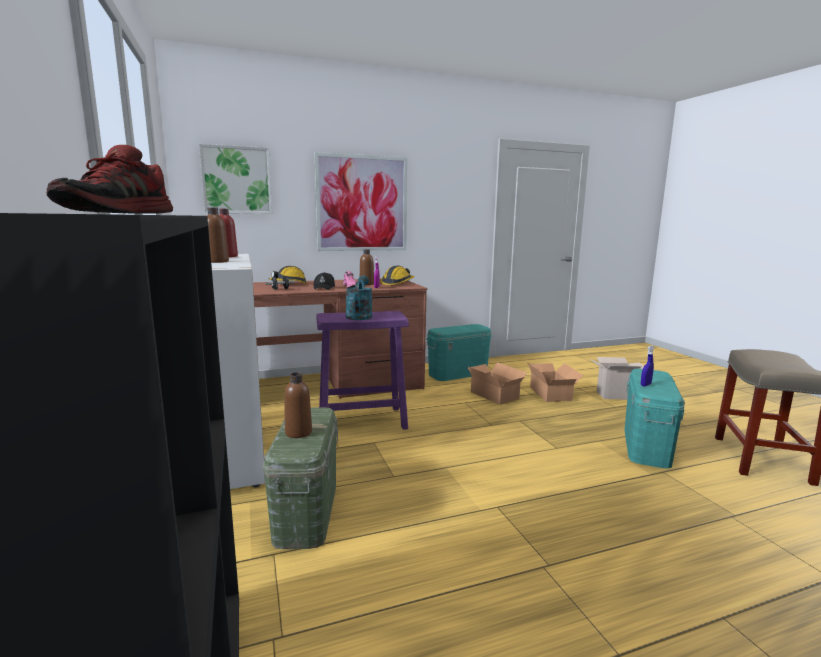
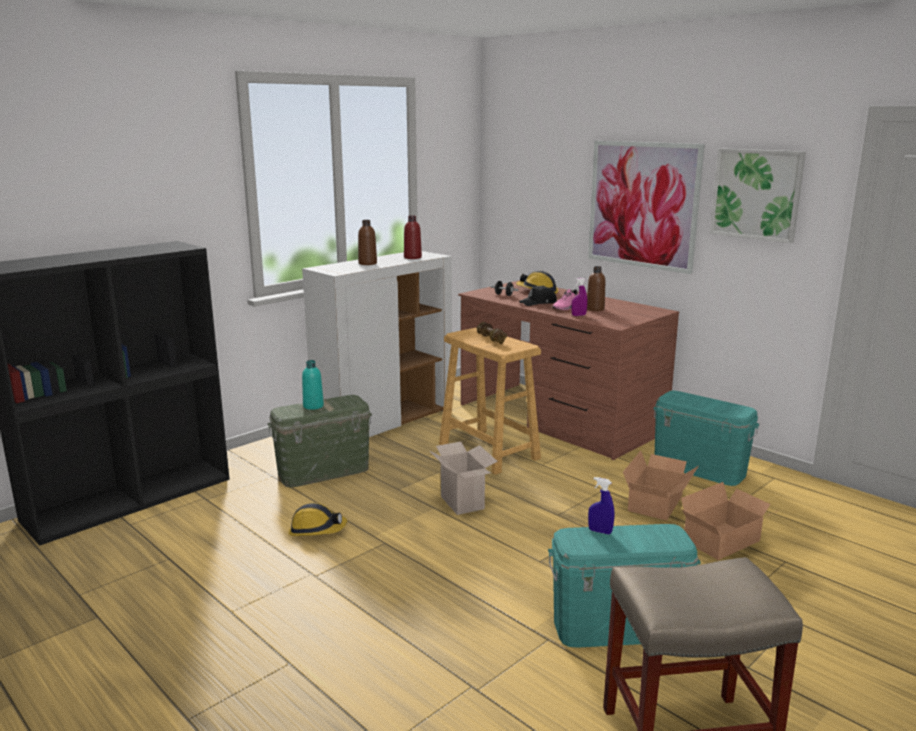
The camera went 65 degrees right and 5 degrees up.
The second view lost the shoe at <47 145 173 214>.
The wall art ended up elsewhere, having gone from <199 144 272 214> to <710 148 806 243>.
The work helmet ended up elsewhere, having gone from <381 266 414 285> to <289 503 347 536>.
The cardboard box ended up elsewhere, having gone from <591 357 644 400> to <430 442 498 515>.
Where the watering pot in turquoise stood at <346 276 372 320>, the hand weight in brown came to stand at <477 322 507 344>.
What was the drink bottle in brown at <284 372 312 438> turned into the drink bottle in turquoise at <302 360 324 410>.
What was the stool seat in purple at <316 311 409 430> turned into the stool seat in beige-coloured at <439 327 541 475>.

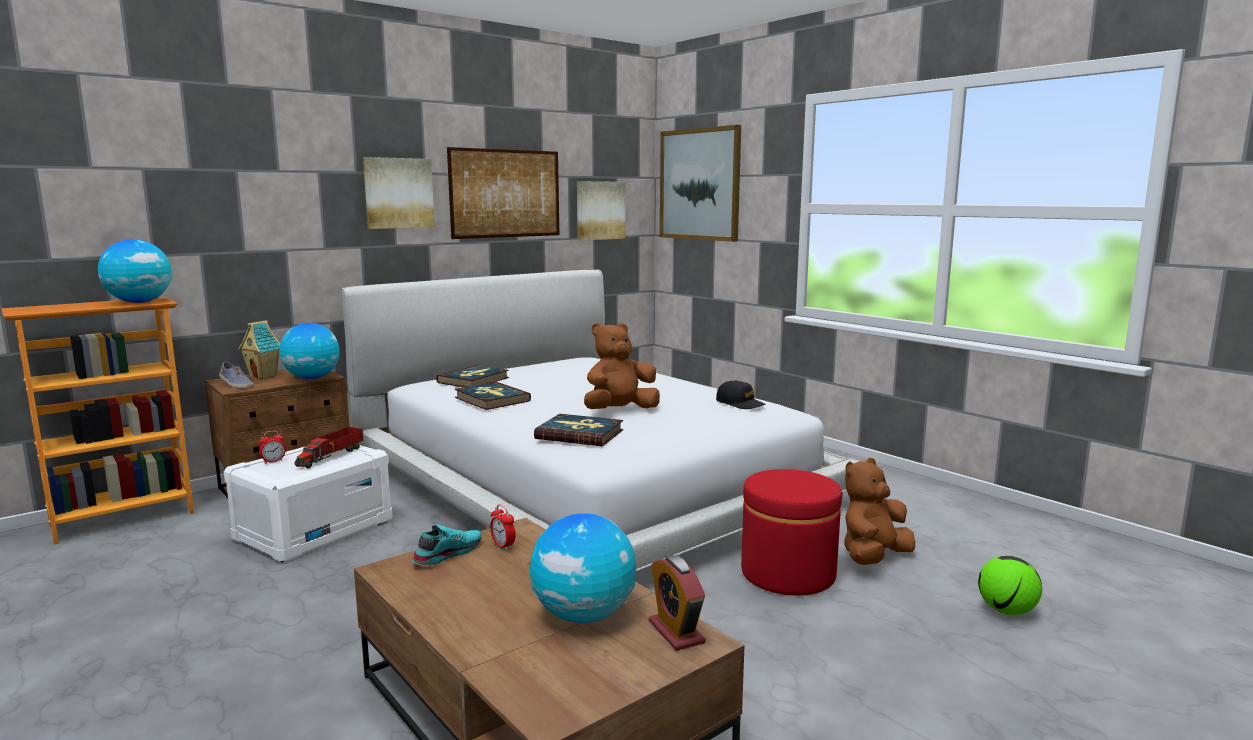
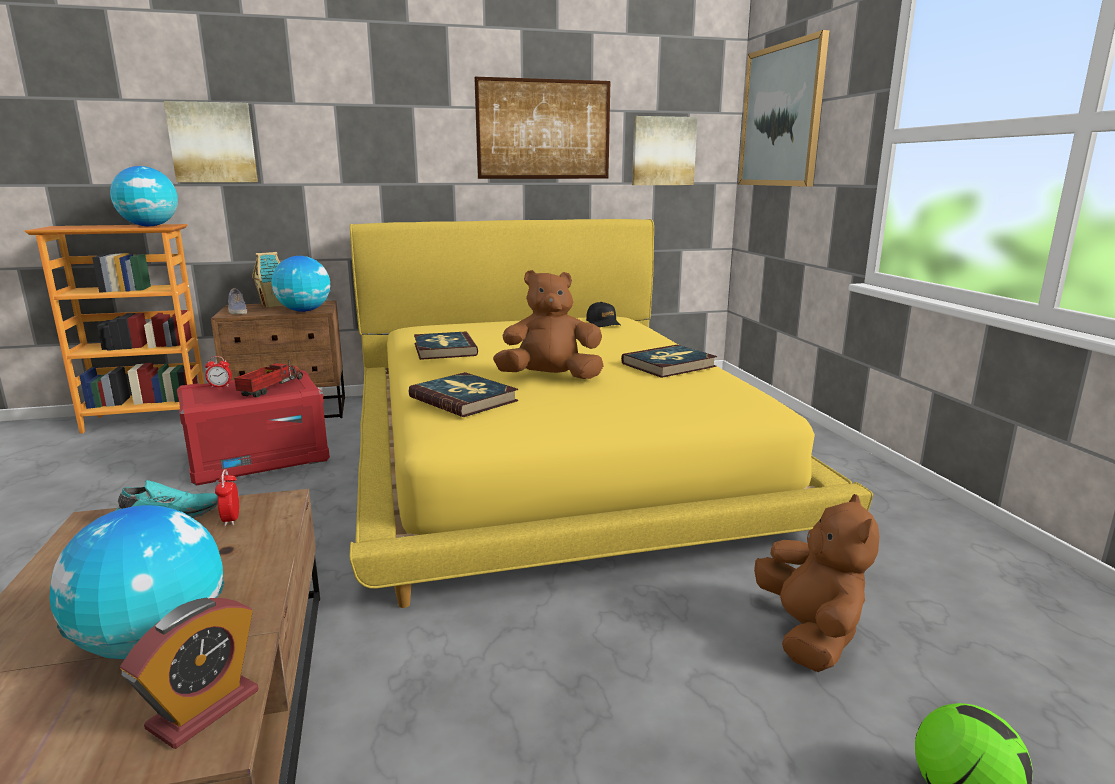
The camera went 25 degrees right and 5 degrees up.
The second view lost the ottoman in red at <741 469 842 595>.
The wall art ended up elsewhere, having gone from <363 157 435 229> to <164 101 258 182>.
The book ended up elsewhere, having gone from <436 365 509 388> to <621 345 717 378>.
The peaked cap in blackish ended up elsewhere, having gone from <716 380 766 409> to <586 302 621 327>.
What was the storage container in white at <224 445 392 563> turned into the storage container in red at <177 370 330 486>.
What was the bed in white at <342 269 859 572> turned into the bed in yellow at <349 219 873 608>.
The model truck at <295 427 363 469> ended up facing another way, 150 degrees clockwise from before.
The alarm clock at <649 555 706 651> ended up facing another way, 150 degrees counterclockwise from before.
The plush toy in brown at <844 458 915 565> ended up facing another way, 105 degrees clockwise from before.

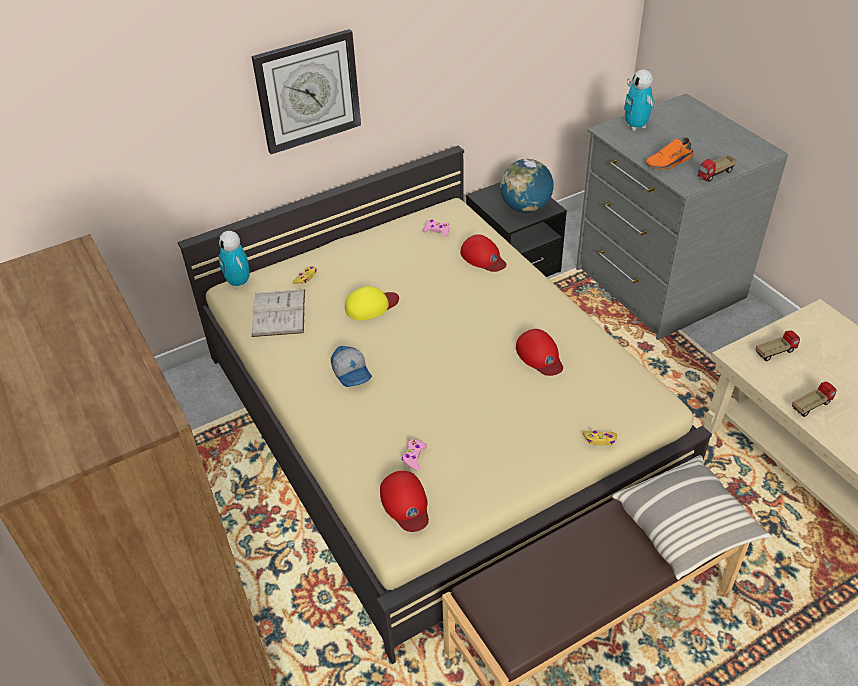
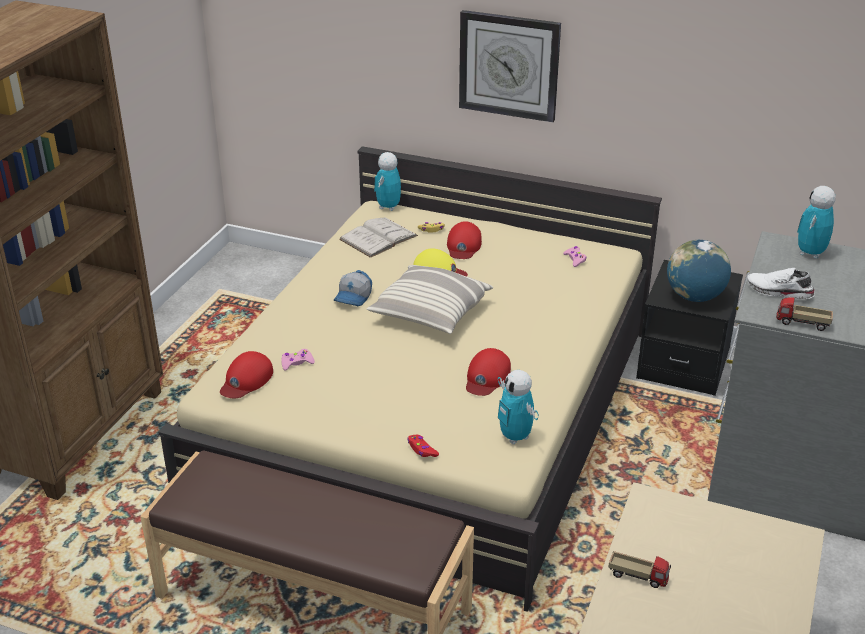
The camera went 50 degrees right and 10 degrees down.
The second view lost the model truck at <755 331 800 361>.
The second view gained the robot figure at <498 370 539 444>.
The peaked cap in red ended up elsewhere, having gone from <461 234 507 272> to <447 221 482 259>.
The throw pillow ended up elsewhere, having gone from <612 455 771 580> to <367 265 493 334>.
What was the joypad in yellow at <583 431 617 446> turned into the joypad in red at <407 435 439 457>.
What was the shoe in orange-coloured at <646 137 694 170> turned into the shoe in white at <747 268 815 300>.

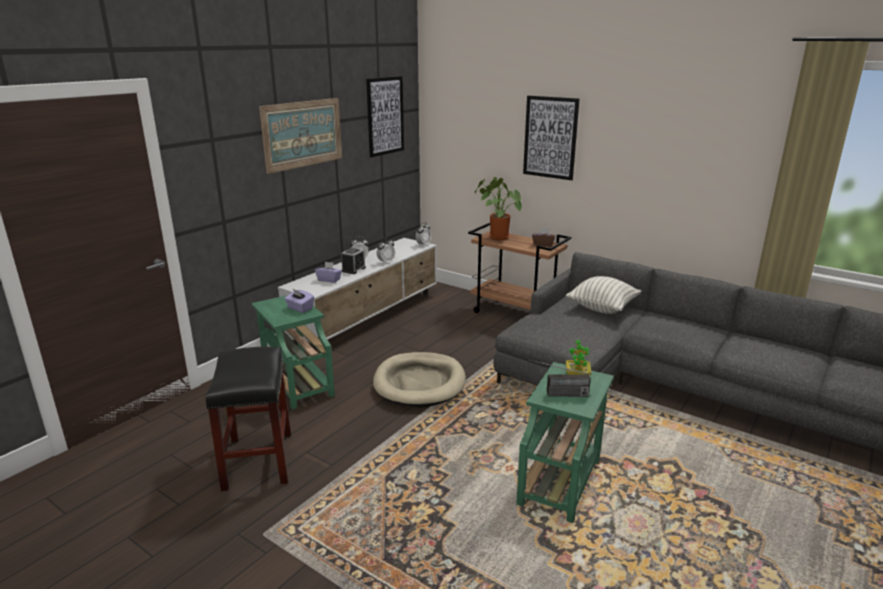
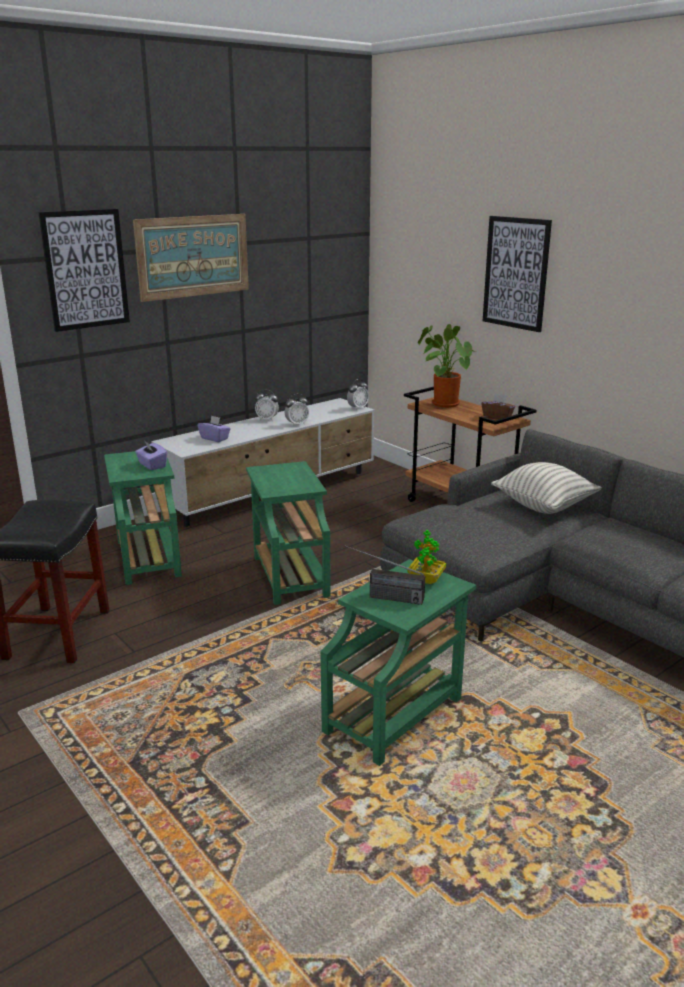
The camera went 15 degrees right and 0 degrees up.
The second view lost the alarm clock at <341 248 366 274>.
The wall art ended up elsewhere, having gone from <366 76 404 157> to <38 209 130 332>.
Where the pet bed in beige-coloured stood at <373 352 466 407>, the side table in green-coloured came to stand at <246 461 331 605>.

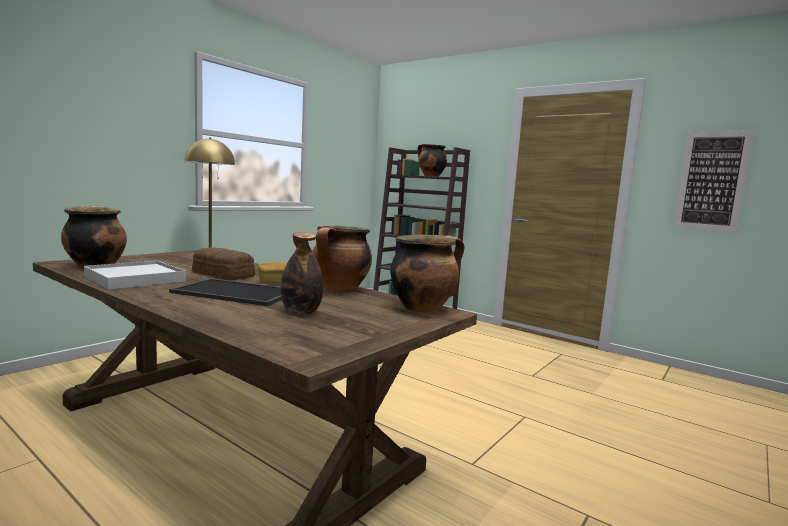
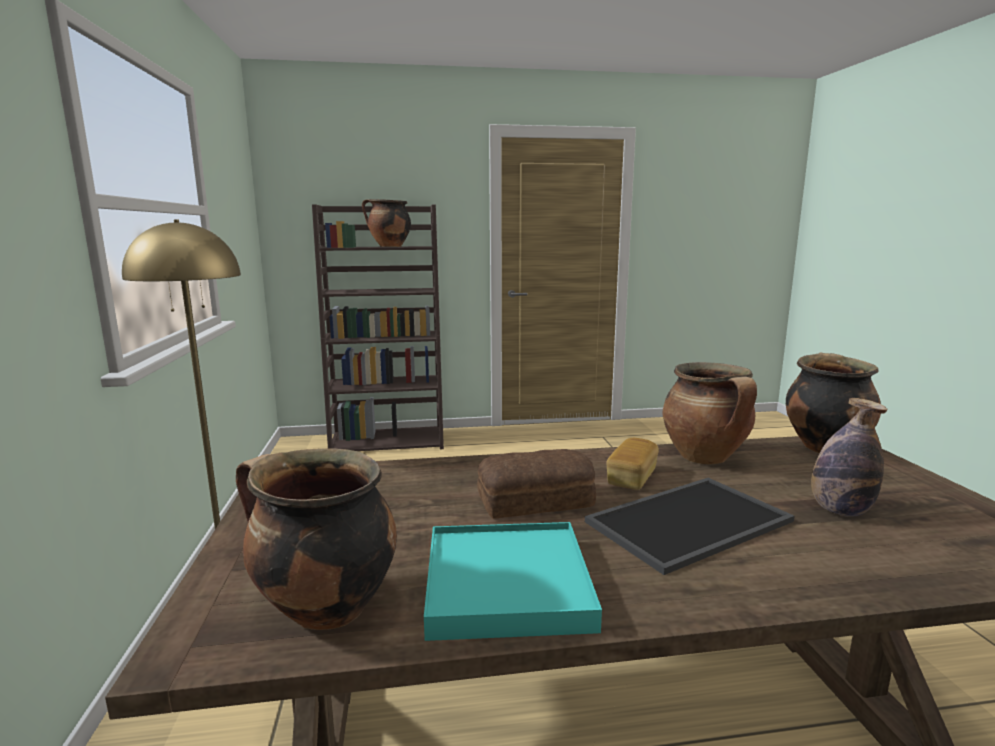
The camera went 45 degrees left and 5 degrees up.
The second view lost the wall art at <673 130 754 232>.
What was the carrying tray in white at <84 261 186 290> turned into the carrying tray in turquoise at <424 522 602 641>.

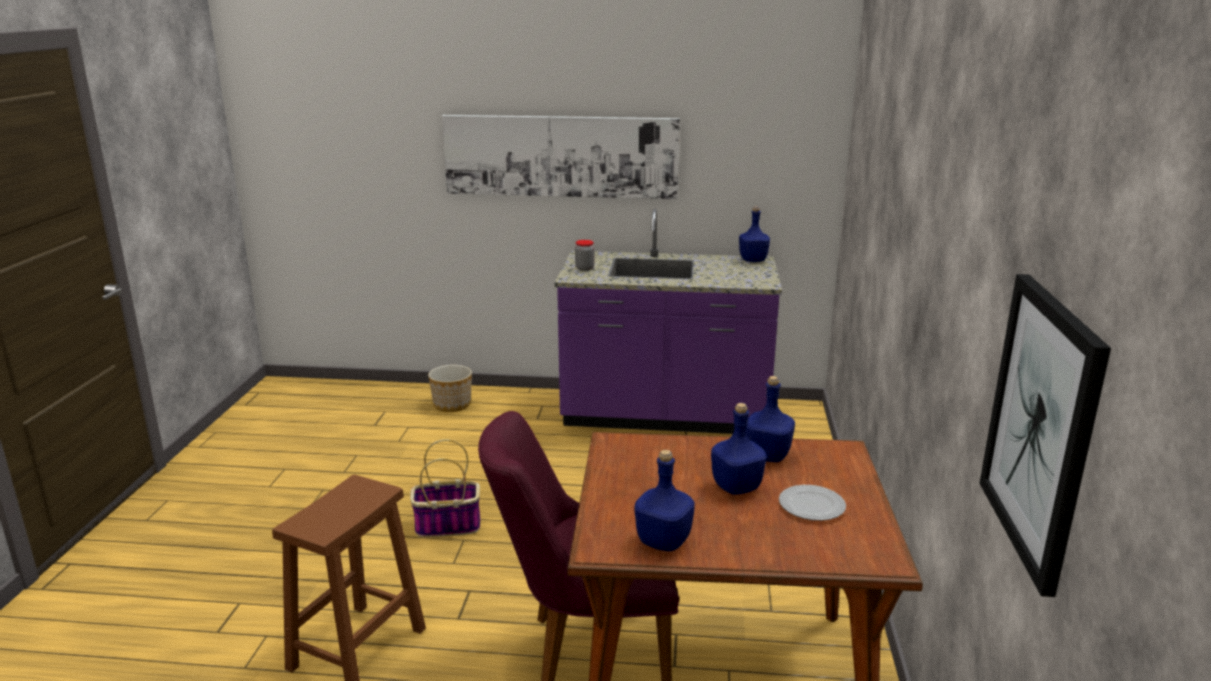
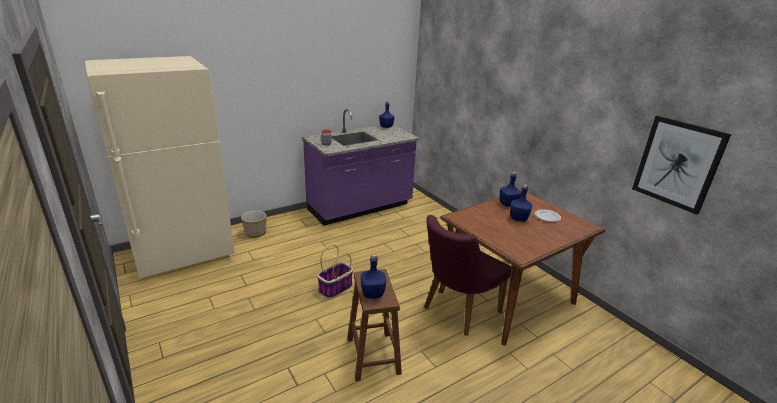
The camera went 40 degrees left and 5 degrees up.
The second view lost the wall art at <442 115 680 199>.
The second view gained the fridge in beige-coloured at <85 56 235 278>.
The drink bottle in blue-coloured ended up elsewhere, having gone from <635 450 695 551> to <361 254 386 299>.

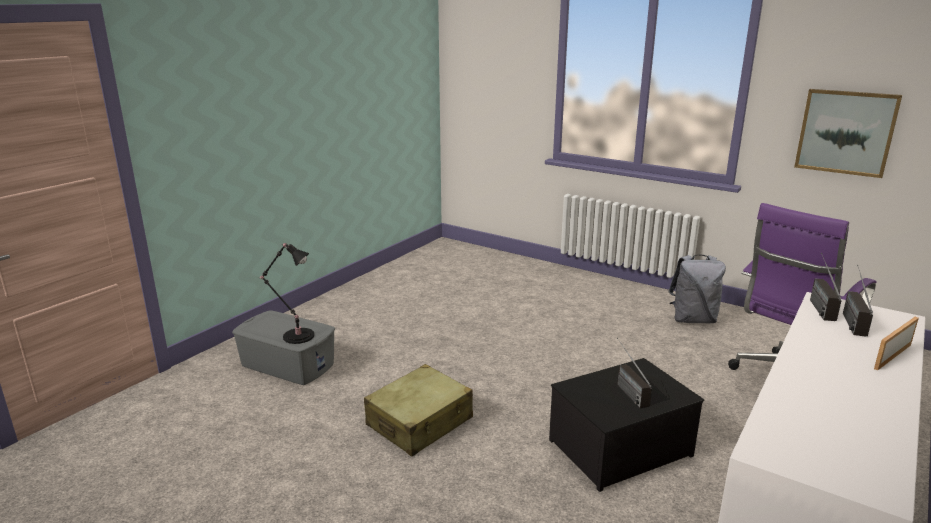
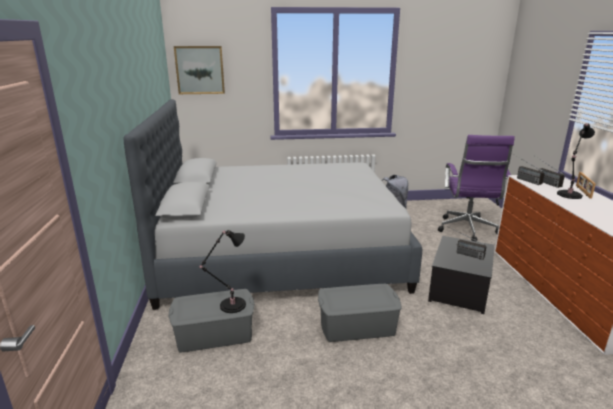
The camera went 40 degrees left and 0 degrees up.
The second view gained the bed in grey at <124 99 422 310>.
The second view gained the table lamp in blackish at <557 123 595 199>.
The wall art ended up elsewhere, having gone from <794 89 902 178> to <174 46 225 94>.
Where the suitcase in beige-coloured stood at <364 364 473 456>, the storage container in grey came to stand at <318 284 402 342>.

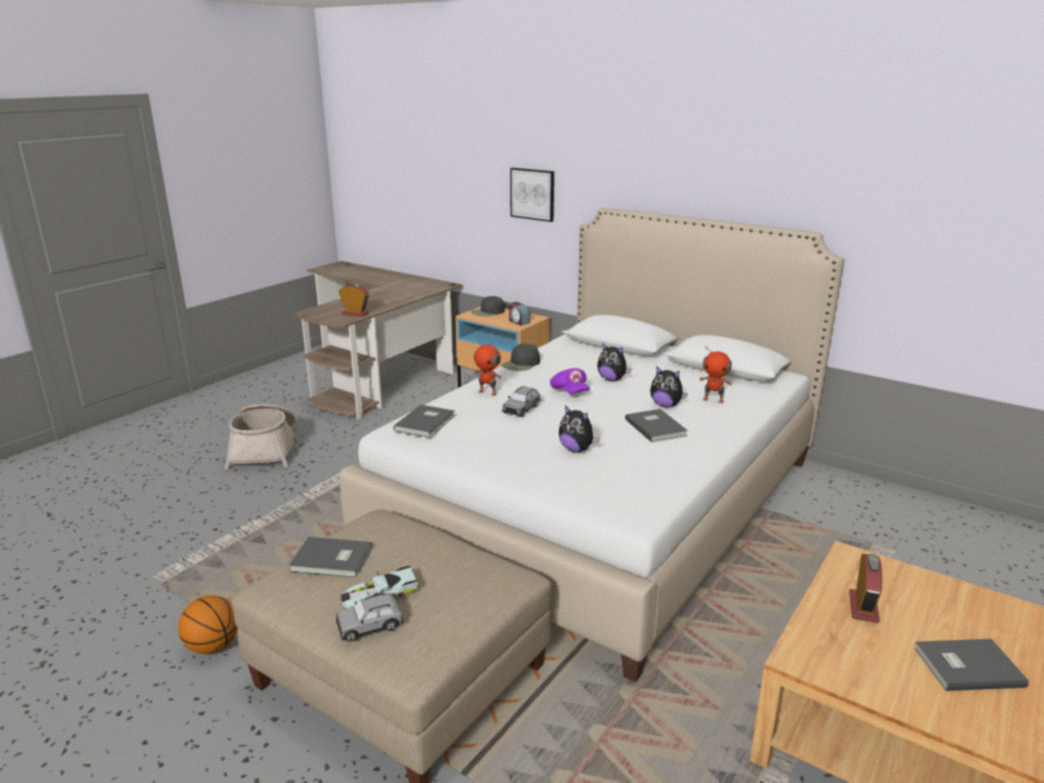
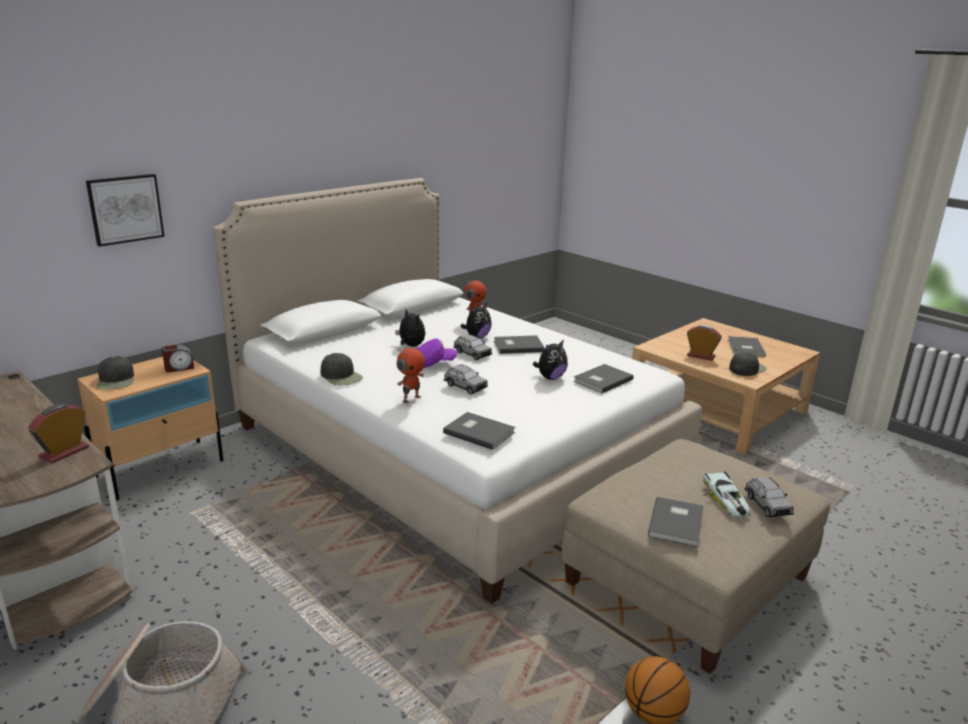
The camera went 80 degrees left and 0 degrees up.
The second view gained the miniature car in grey at <453 334 492 360>.
The second view gained the book in grey at <573 364 634 393>.
The second view gained the peaked cap in blackish at <729 352 766 376>.
The plush toy at <597 343 632 381> ended up facing another way, 90 degrees counterclockwise from before.

